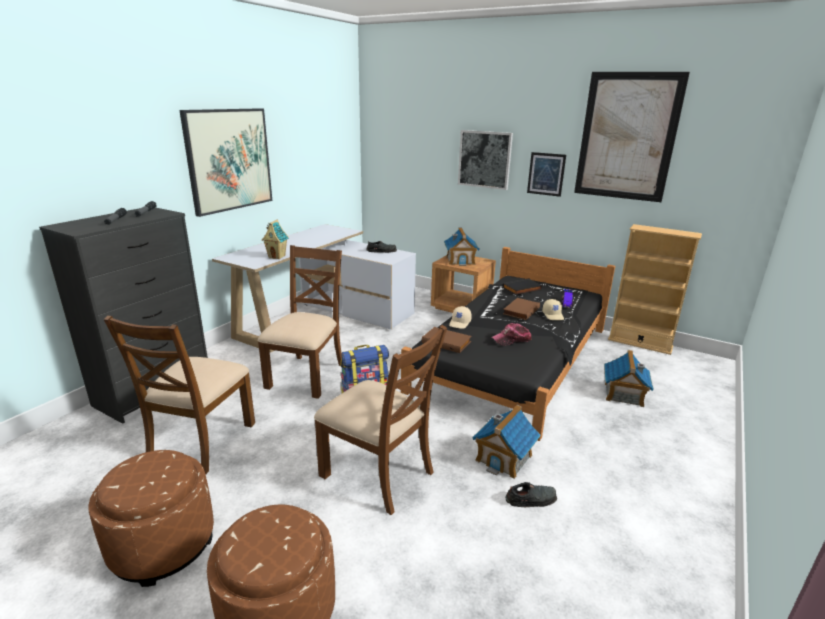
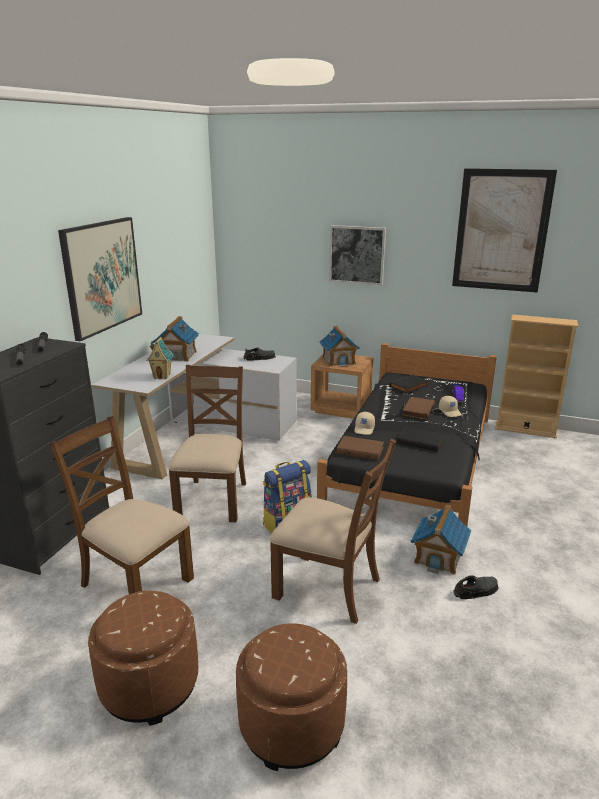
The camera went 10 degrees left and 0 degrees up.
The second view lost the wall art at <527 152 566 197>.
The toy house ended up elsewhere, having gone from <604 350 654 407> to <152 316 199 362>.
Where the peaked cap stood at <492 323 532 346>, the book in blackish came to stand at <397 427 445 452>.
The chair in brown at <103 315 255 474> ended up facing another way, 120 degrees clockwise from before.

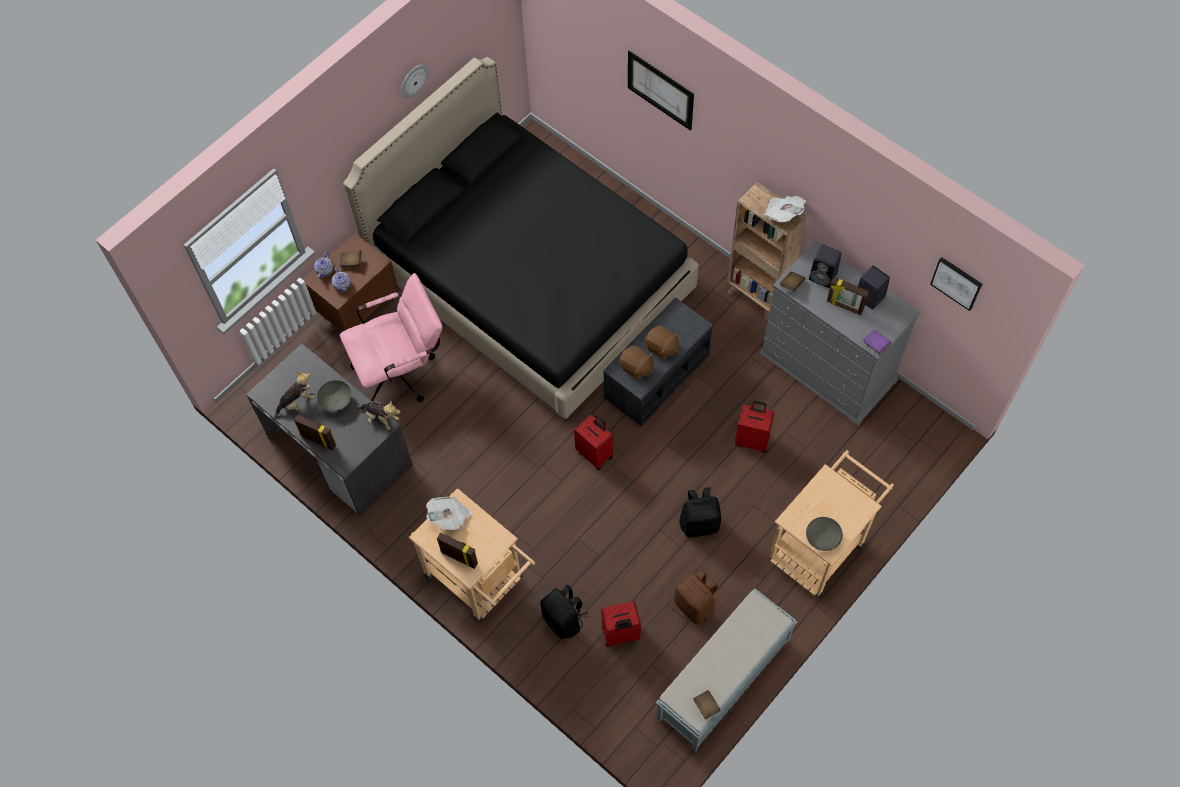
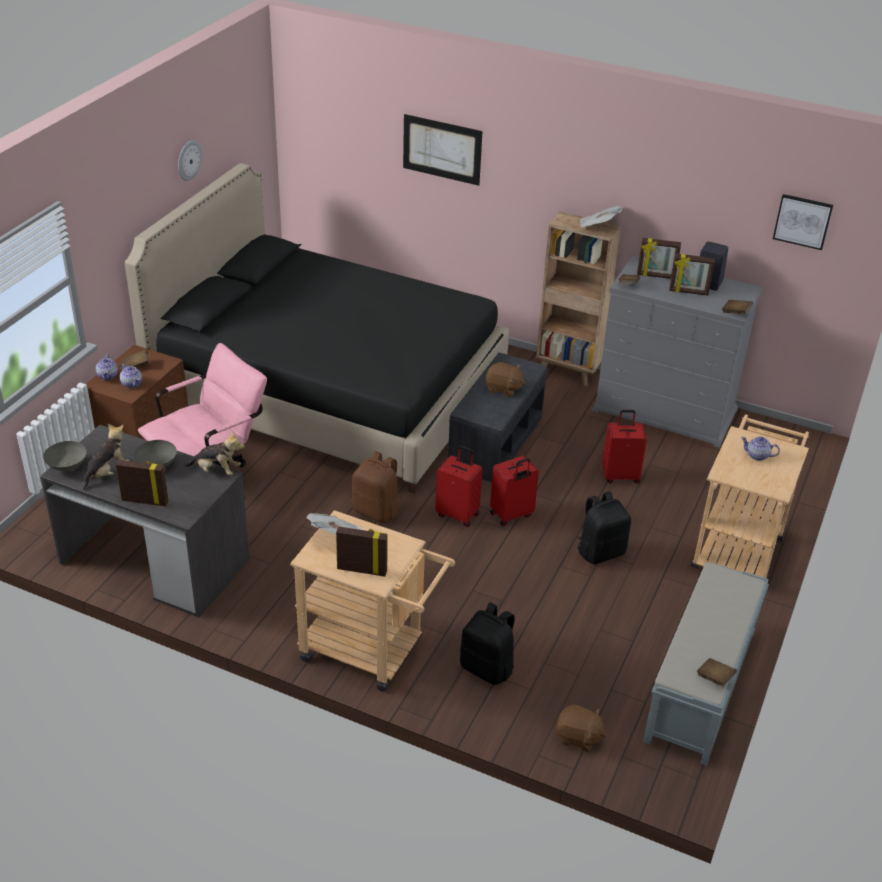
The camera went 20 degrees left and 25 degrees down.
The second view gained the teapot at <741 437 780 461>.
The suitcase in red ended up elsewhere, having gone from <601 601 641 647> to <490 456 539 526>.
The plush toy in brown ended up elsewhere, having gone from <619 345 653 380> to <556 705 607 752>.
The rucksack in brown ended up elsewhere, having gone from <674 569 720 624> to <351 451 400 523>.
The bowl in grey ended up elsewhere, having gone from <806 517 843 551> to <43 441 87 471>.
Where the loudspeaker in blackish stood at <809 244 842 288>, the picture frame came to stand at <637 238 681 279>.
What was the book in purple at <863 330 892 354> turned into the book in brown at <722 300 753 315>.

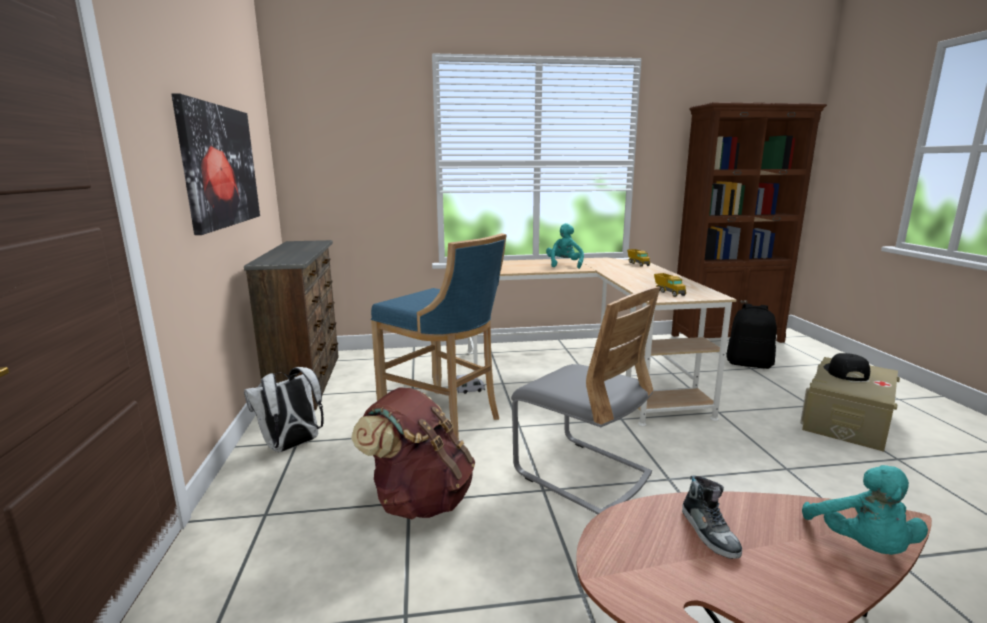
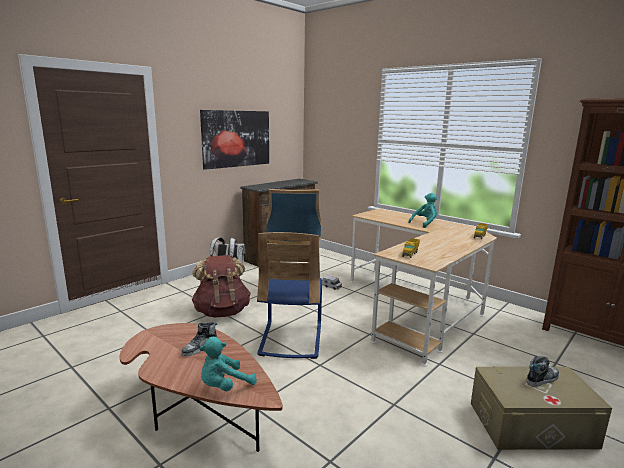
The camera went 50 degrees right and 0 degrees up.
The second view lost the rucksack in blackish at <726 304 777 369>.
Where the peaked cap in blackish stood at <824 353 870 381>, the shoe came to stand at <527 355 559 387>.
What was the chair in grey at <511 286 660 514> turned into the chair in blue-coloured at <257 232 322 359>.

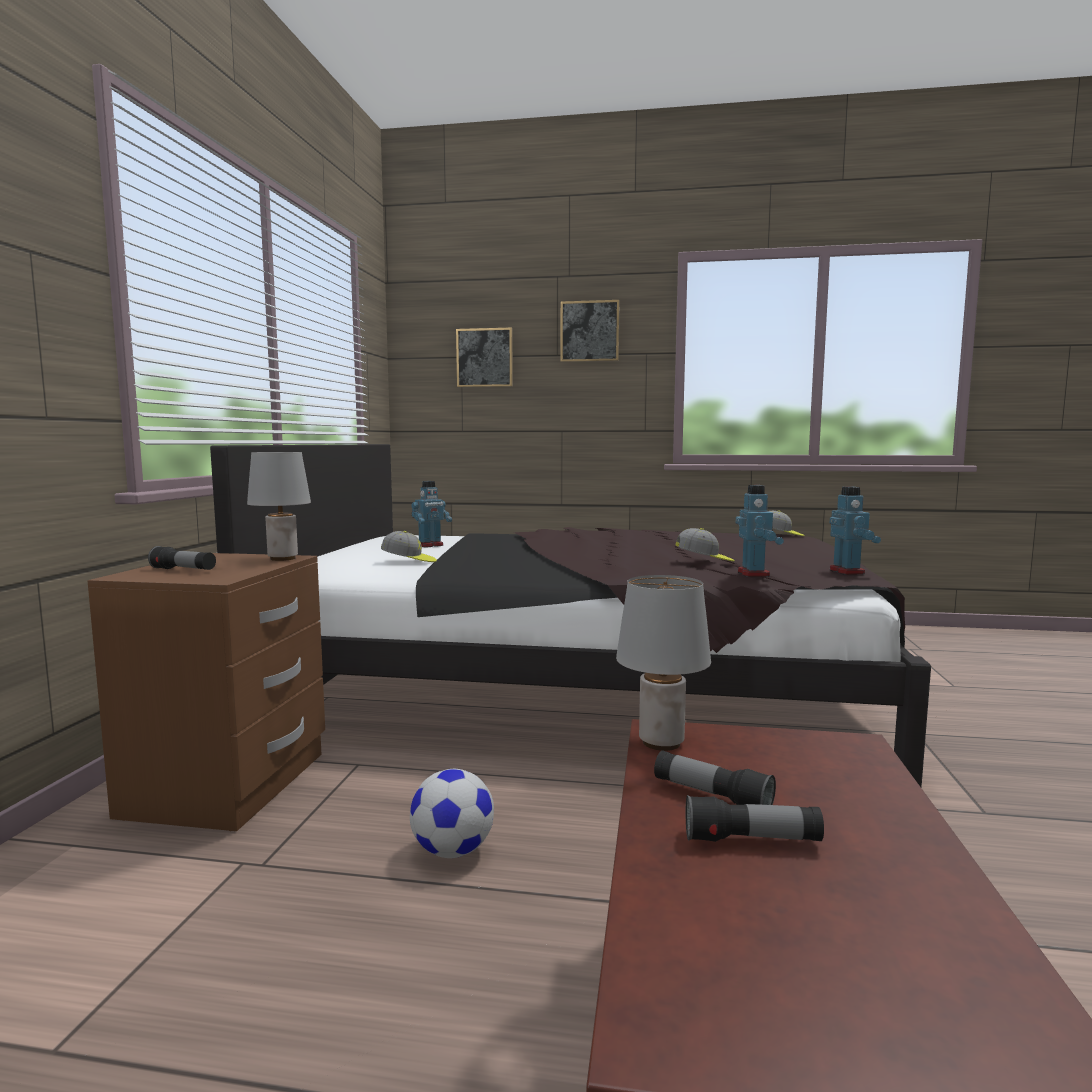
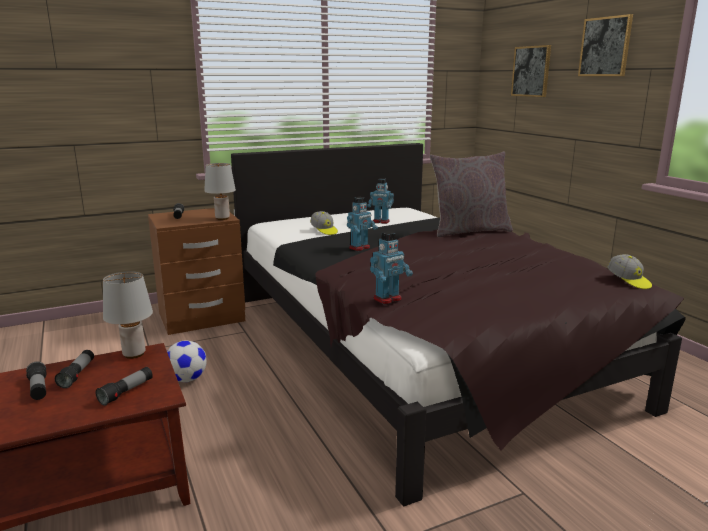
The camera went 55 degrees right and 10 degrees up.
The second view lost the peaked cap at <675 528 735 562>.
The second view gained the hand torch at <95 367 153 406>.
The second view gained the throw pillow in grey at <430 152 513 237>.
The robot figure ended up elsewhere, having gone from <830 487 881 575> to <347 197 378 251>.

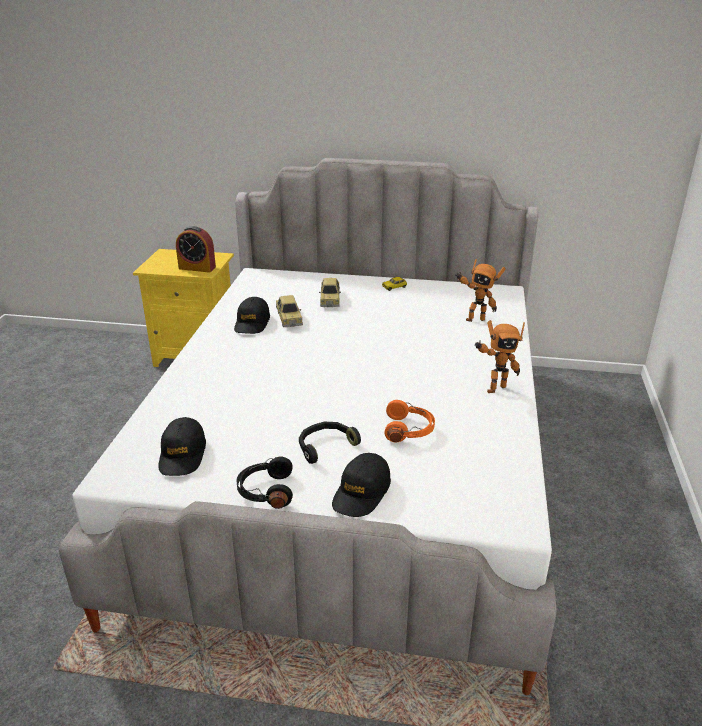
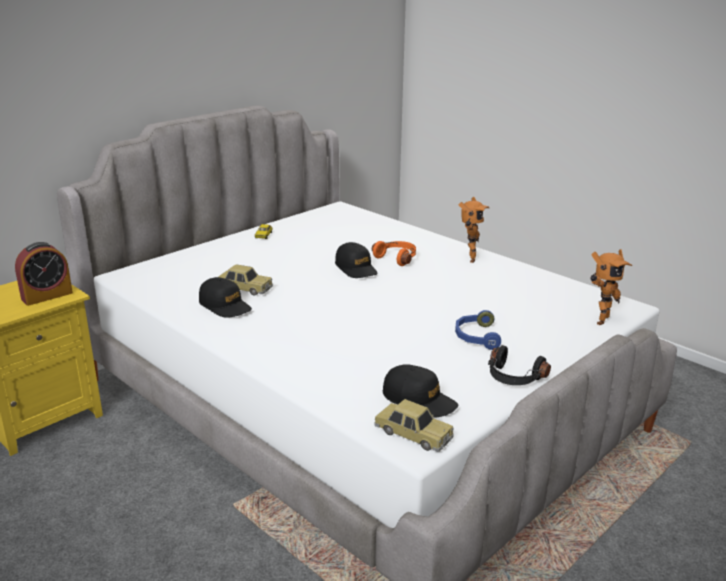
The camera went 55 degrees left and 5 degrees down.
The miniature car ended up elsewhere, having gone from <319 278 341 307> to <374 399 454 452>.
The peaked cap in blackish ended up elsewhere, having gone from <332 453 391 517> to <335 242 378 278>.
The pair of headphones in orange-coloured ended up elsewhere, having gone from <385 400 435 443> to <372 241 416 266>.
The robot figure ended up elsewhere, having gone from <456 259 506 322> to <590 249 632 325>.
What was the pair of headphones in blackish at <299 422 361 464> turned into the pair of headphones in blue-coloured at <455 310 501 350>.

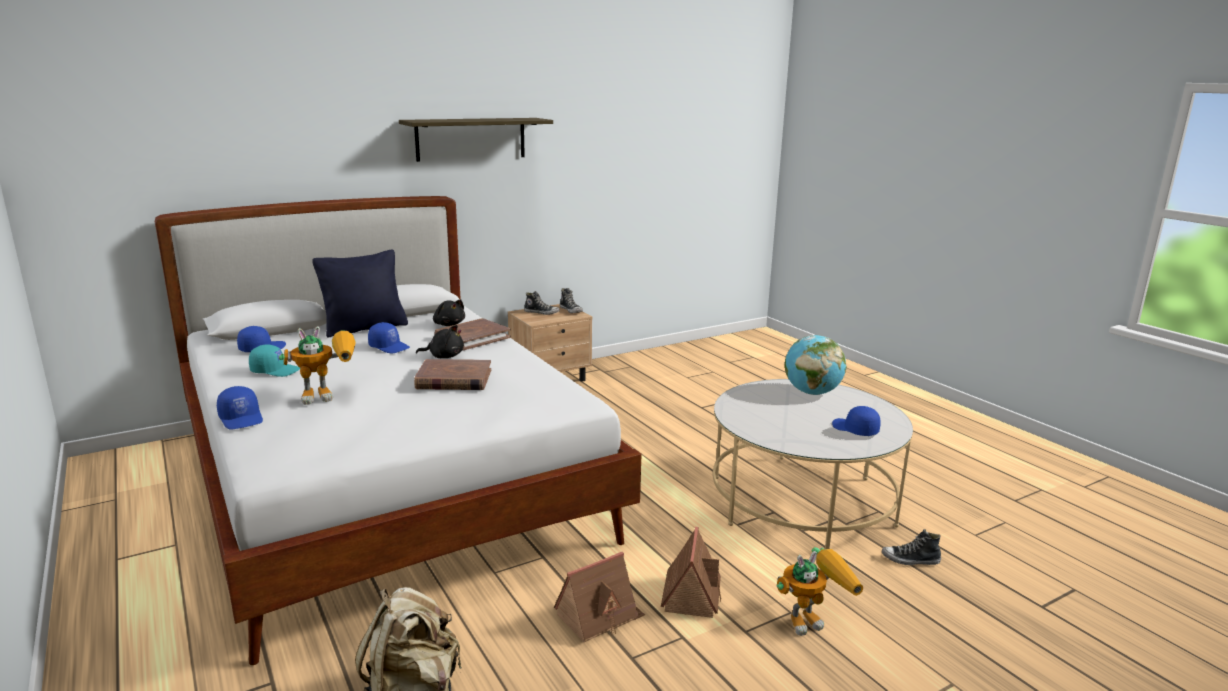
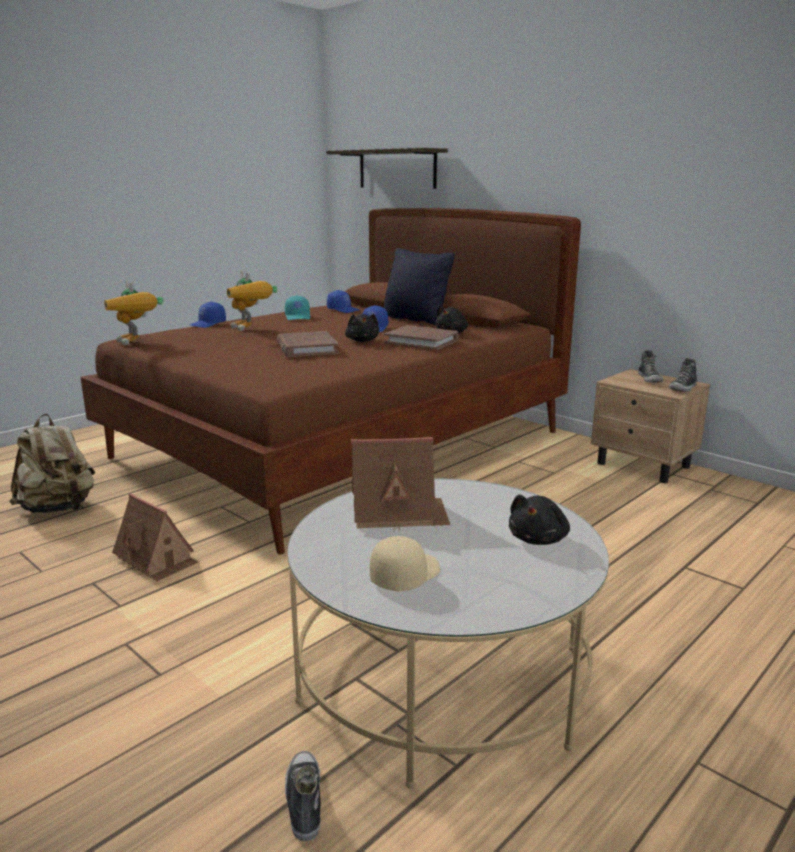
The camera went 75 degrees right and 0 degrees up.
The shelf ended up elsewhere, having gone from <399 118 553 162> to <327 148 448 189>.
The toy house ended up elsewhere, having gone from <661 527 721 618> to <351 437 450 531>.
The robot figure ended up elsewhere, having gone from <777 547 863 636> to <104 281 164 345>.
Where the globe stood at <785 335 847 395>, the plush toy in blackish came to stand at <509 495 570 545>.
What was the bed in white at <155 196 641 665> turned into the bed in brown at <80 208 581 554>.
What was the peaked cap in blue-coloured at <832 406 881 436> turned into the peaked cap in beige-coloured at <370 536 440 592>.

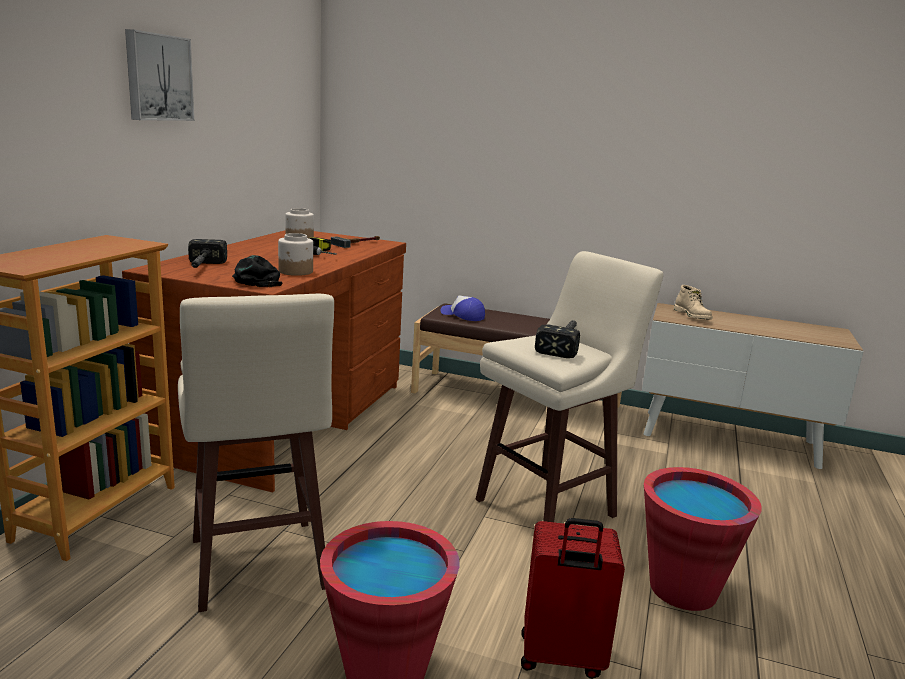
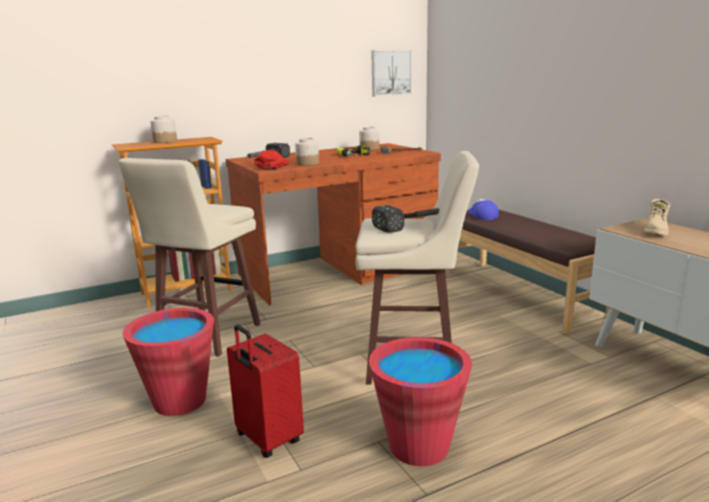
The camera went 45 degrees right and 0 degrees up.
The second view gained the jar at <150 116 177 143>.
The wall art ended up elsewhere, having gone from <125 29 194 121> to <371 50 412 97>.
What was the peaked cap in blackish at <232 255 283 287> turned into the peaked cap in red at <254 150 289 170>.

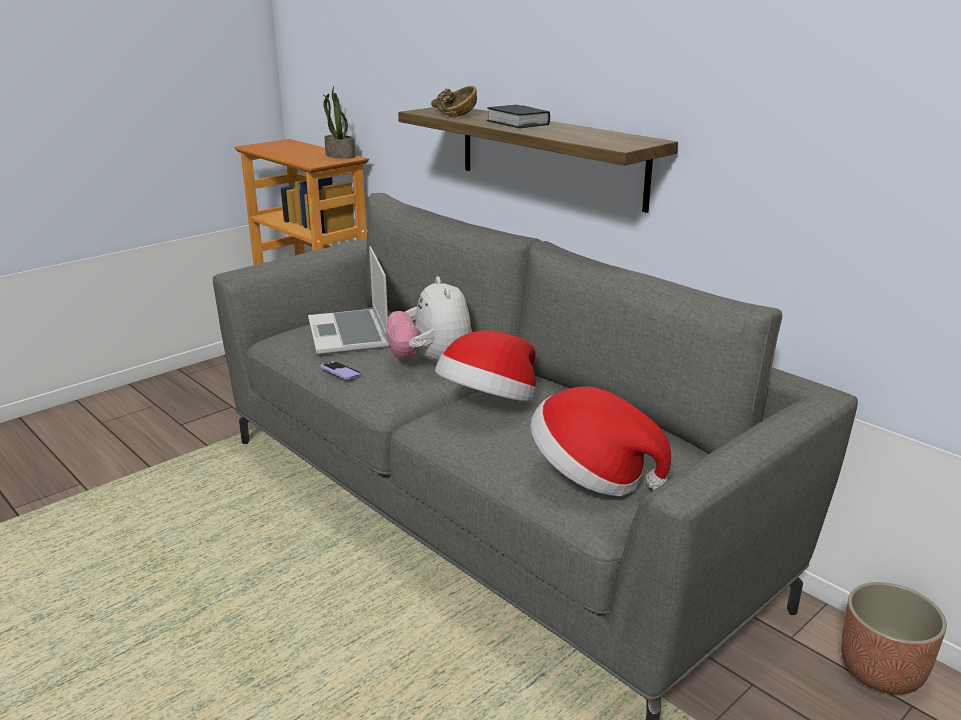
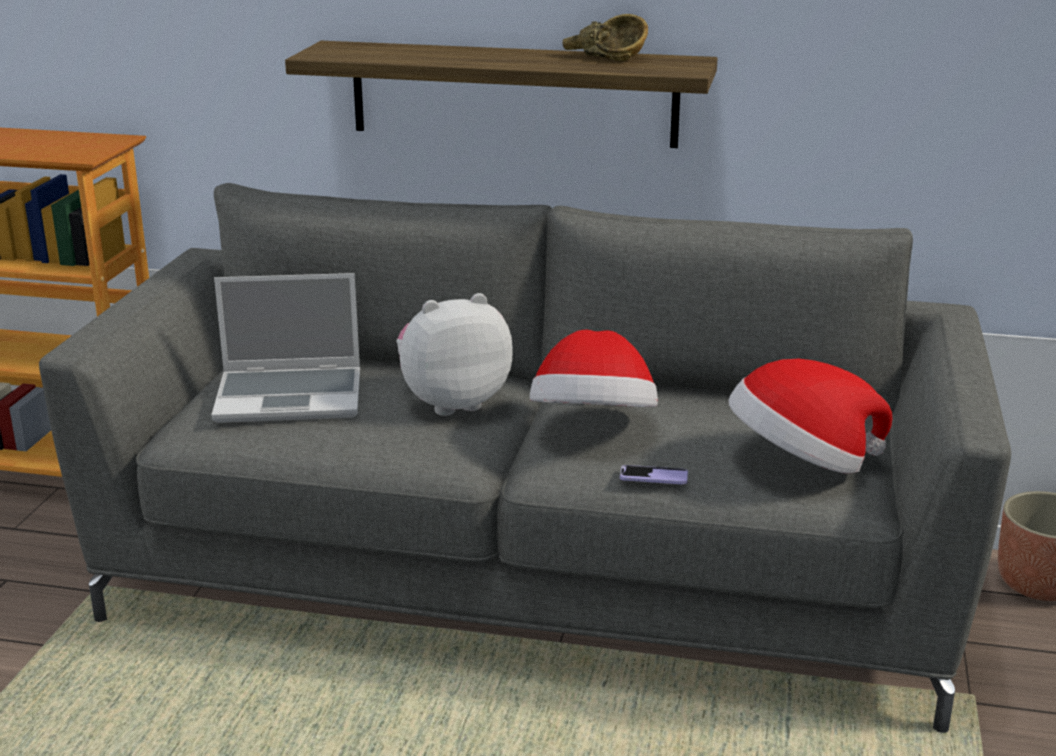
The camera went 35 degrees left and 0 degrees up.
The second view lost the plant in a pot at <323 87 355 159>.
The second view lost the book at <487 105 550 128>.
The phone ended up elsewhere, having gone from <320 361 362 379> to <620 465 688 484>.
The bowl in brown ended up elsewhere, having gone from <431 86 477 117> to <563 14 648 61>.
The laptop at <308 247 389 355> ended up facing another way, 45 degrees counterclockwise from before.
The plush toy at <386 277 472 362> ended up facing another way, 120 degrees clockwise from before.

